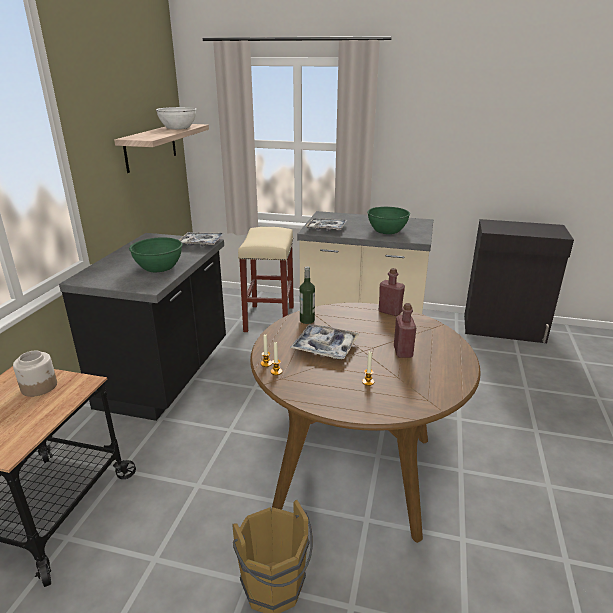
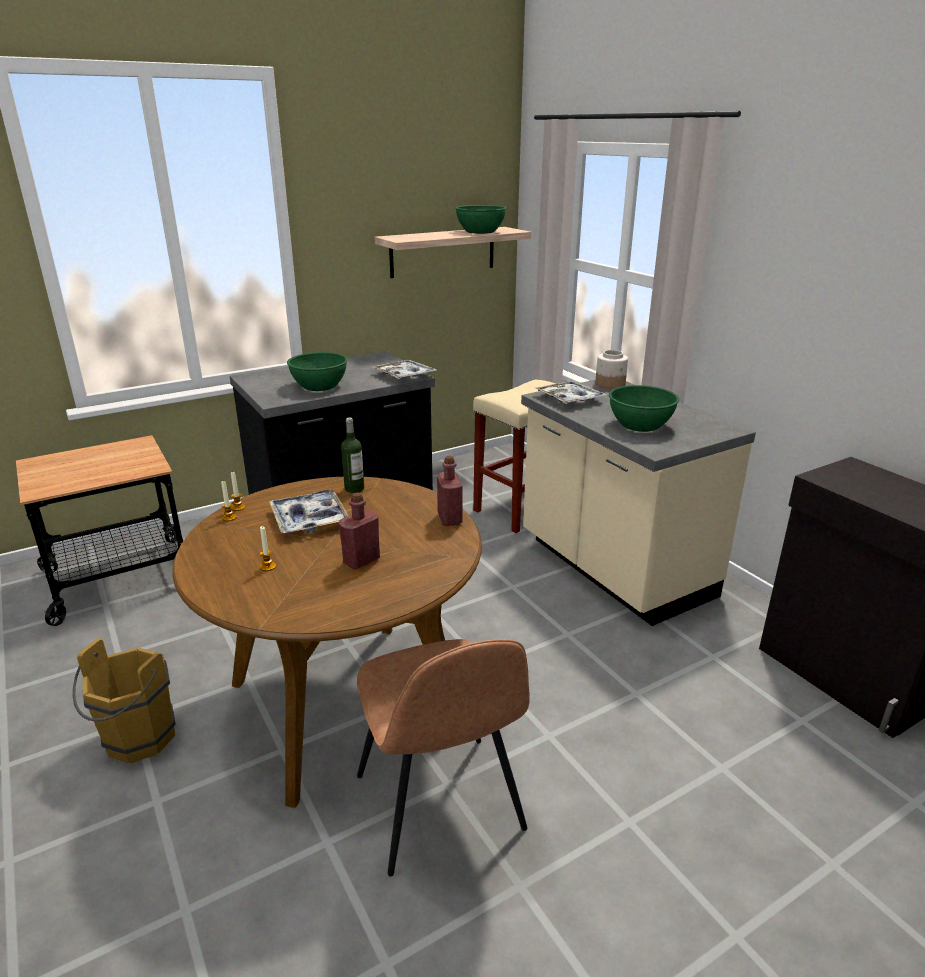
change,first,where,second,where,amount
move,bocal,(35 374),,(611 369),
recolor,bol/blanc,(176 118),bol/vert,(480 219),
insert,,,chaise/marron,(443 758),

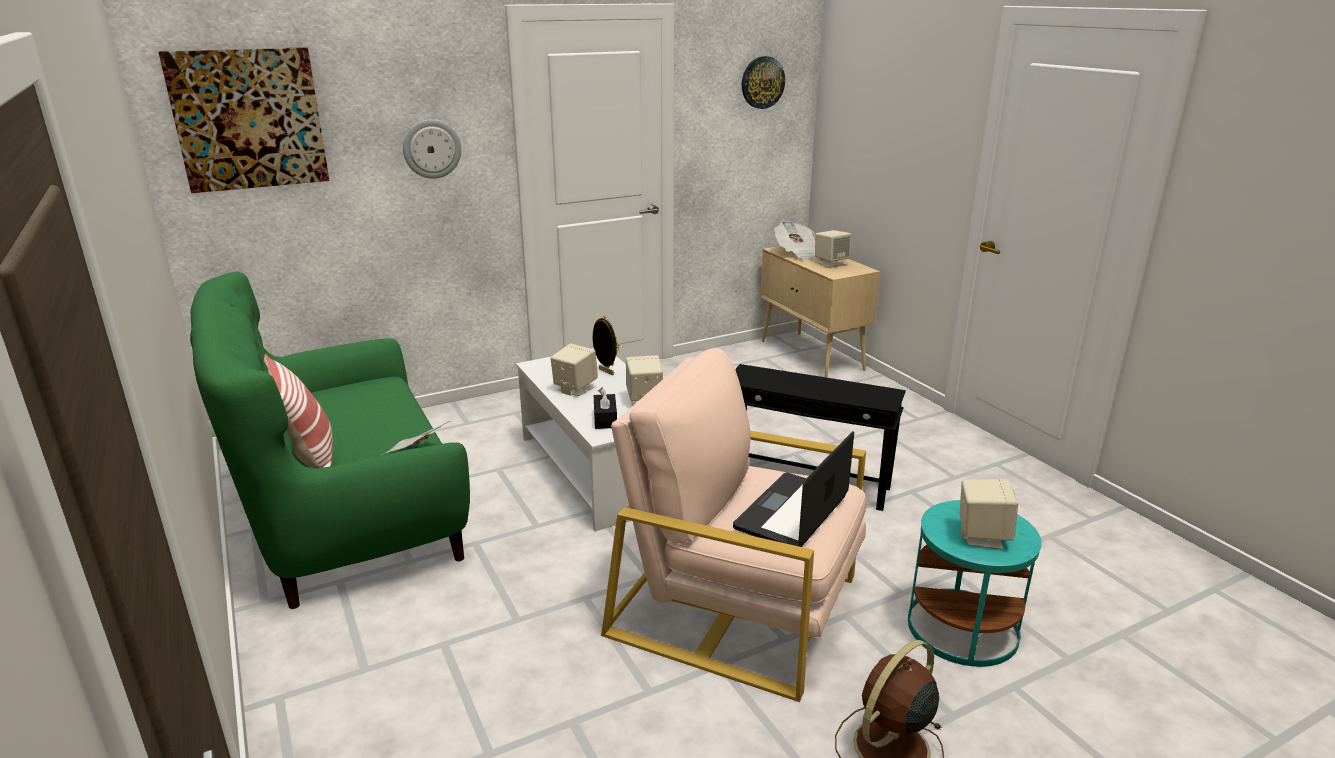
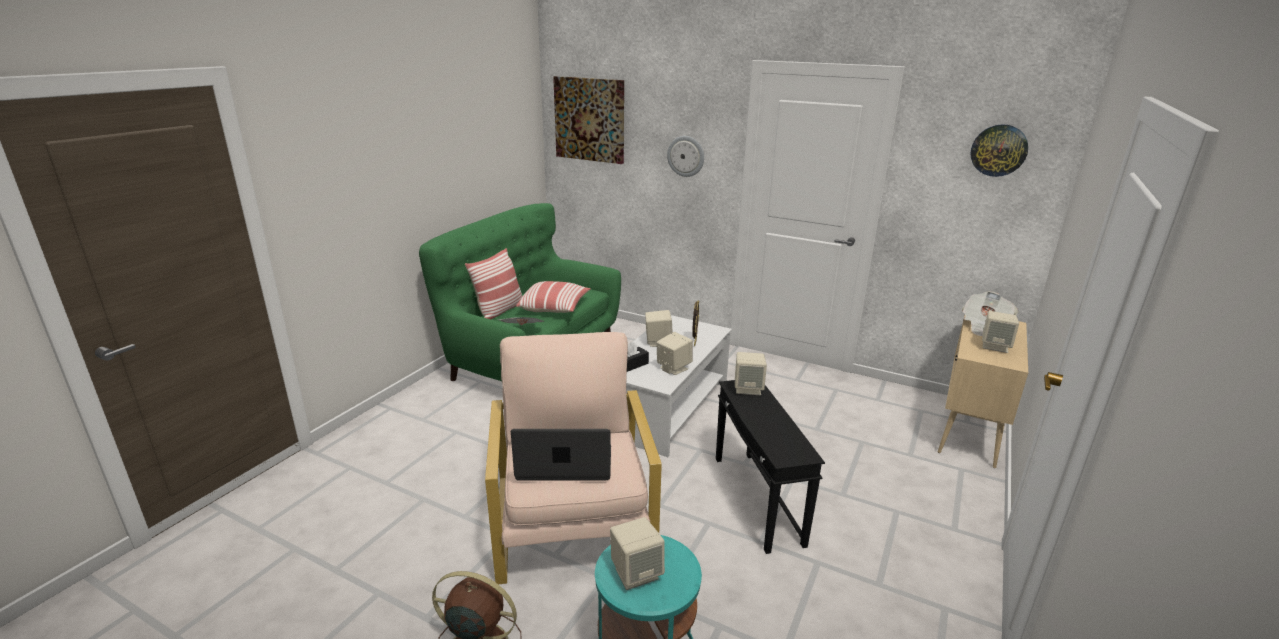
change,first,where,second,where,amount
insert,,,coussin,(553 297),
insert,,,enceinte/beige,(751 373),

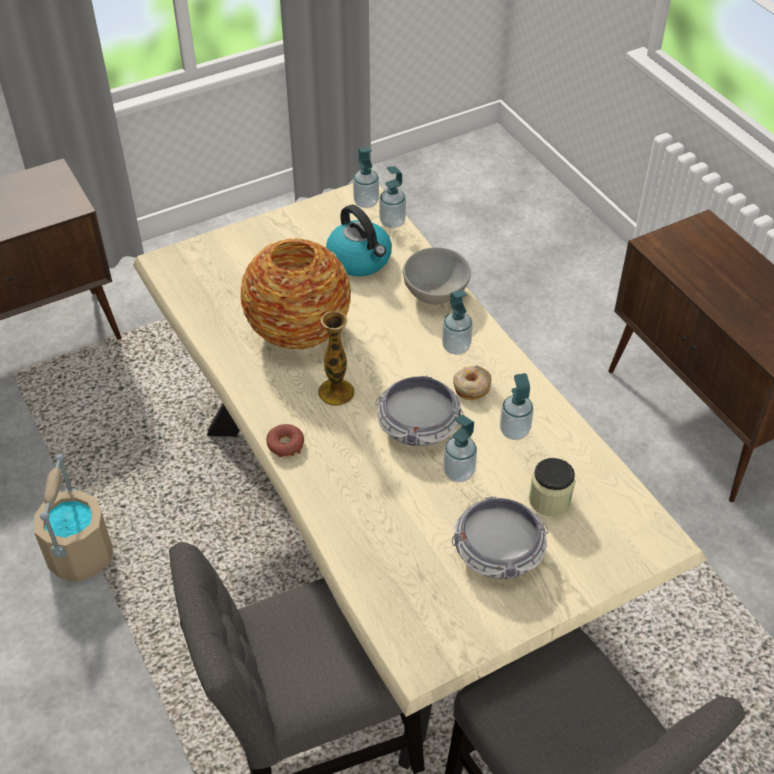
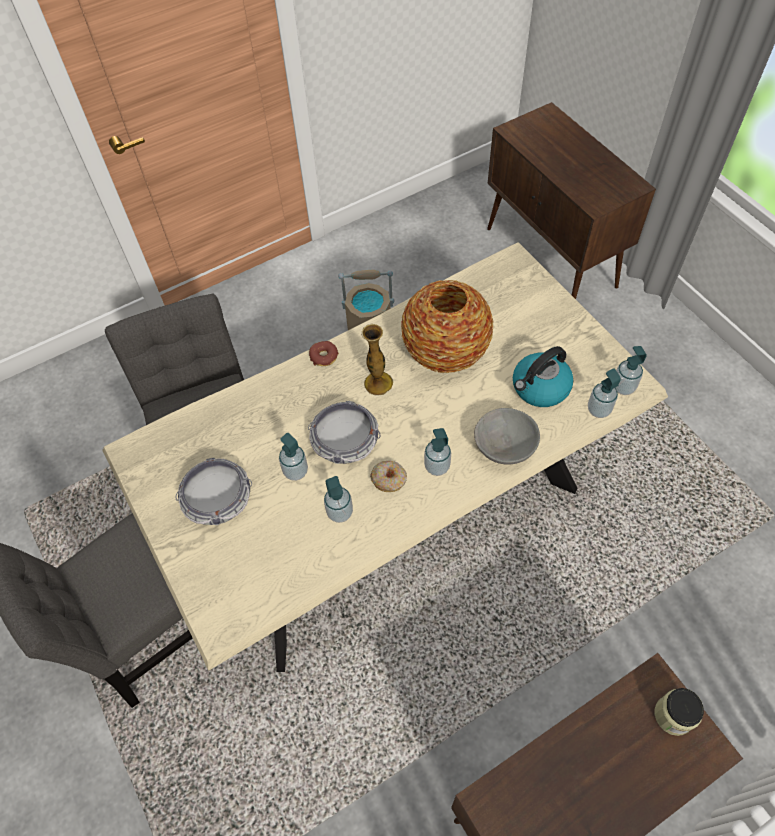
change,first,where,second,where,amount
move,bocal,(552 487),,(679 712),

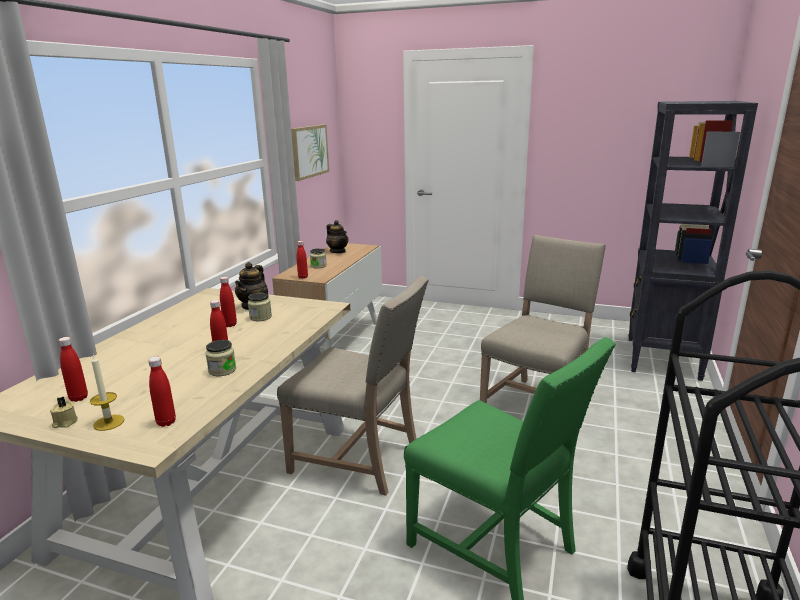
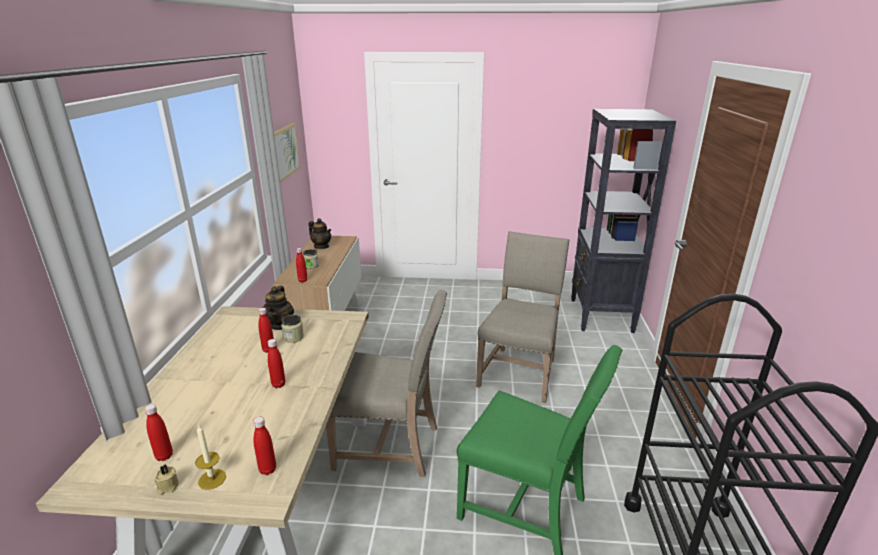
change,first,where,second,where,amount
delete,bocal,(221 358),,,

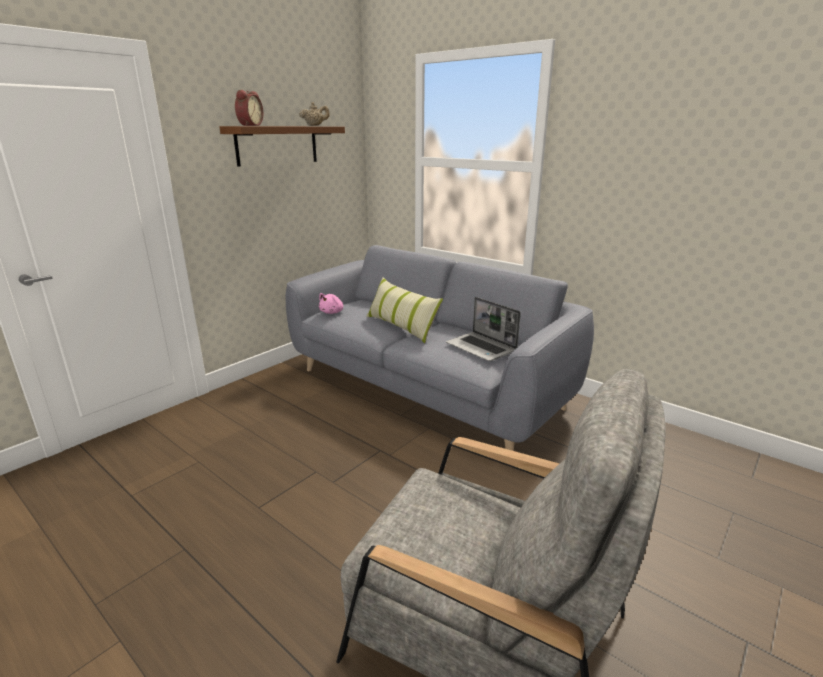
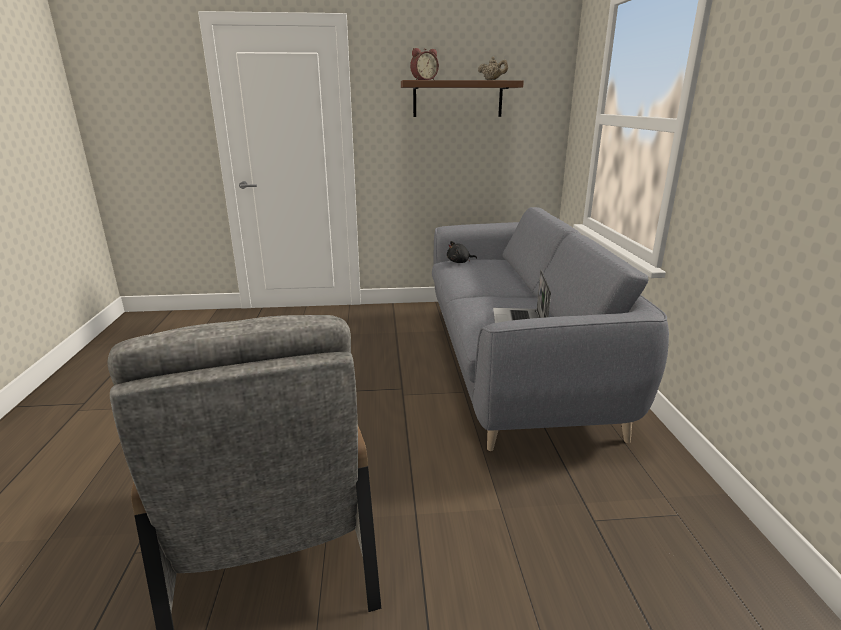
change,first,where,second,where,amount
recolor,peluche/rose,(331 303),peluche/noir,(462 252),
delete,coussin,(404 310),,,

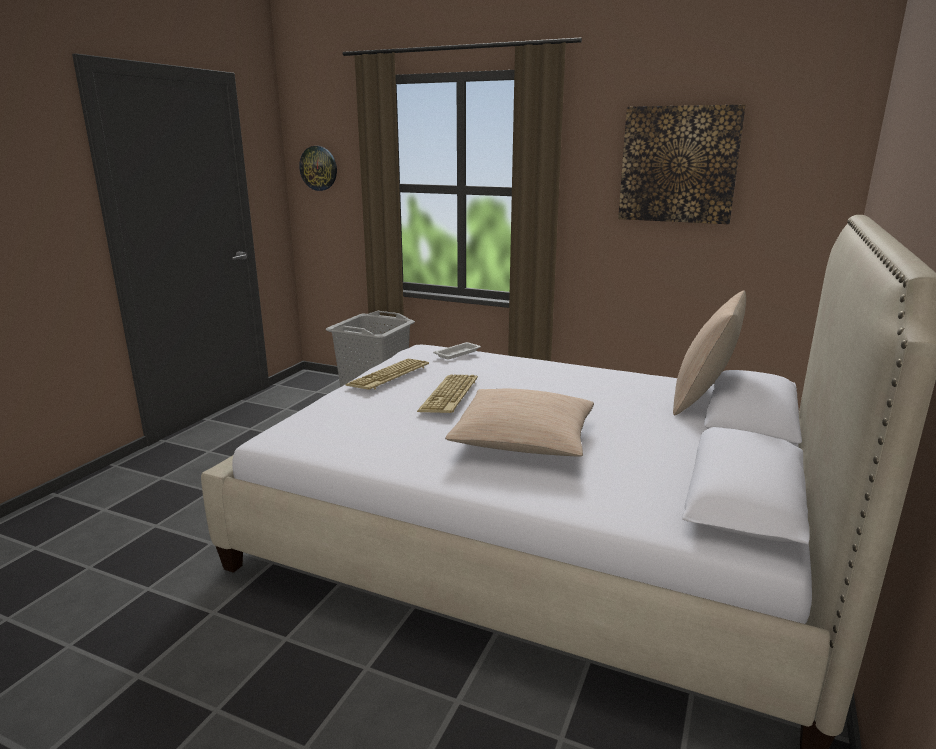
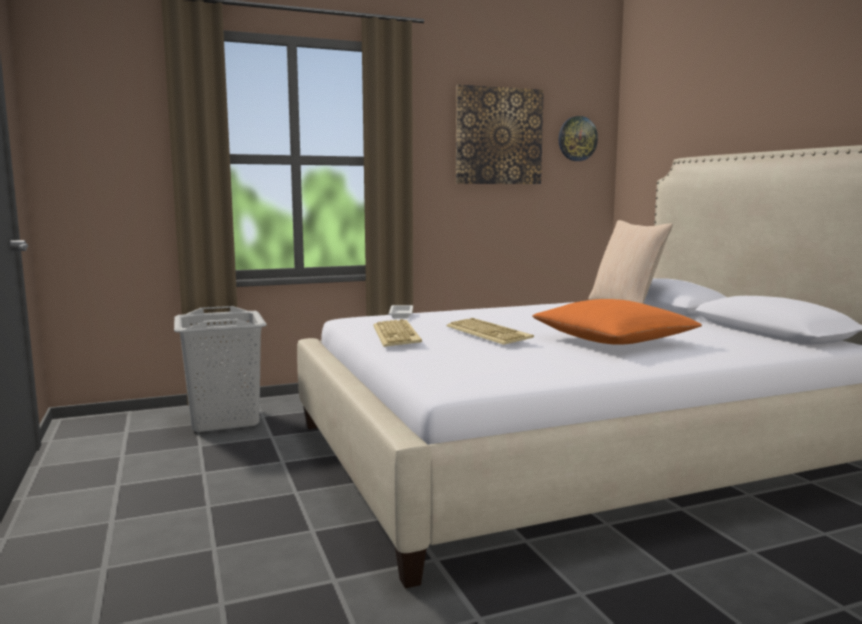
change,first,where,second,where,amount
move,horloge murale,(318 168),,(578 138),
recolor,coussin/beige,(519 423),coussin/orange,(617 322),

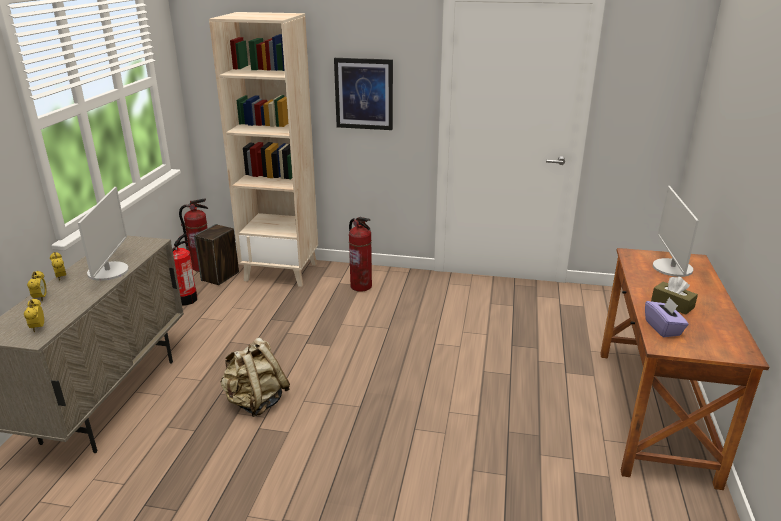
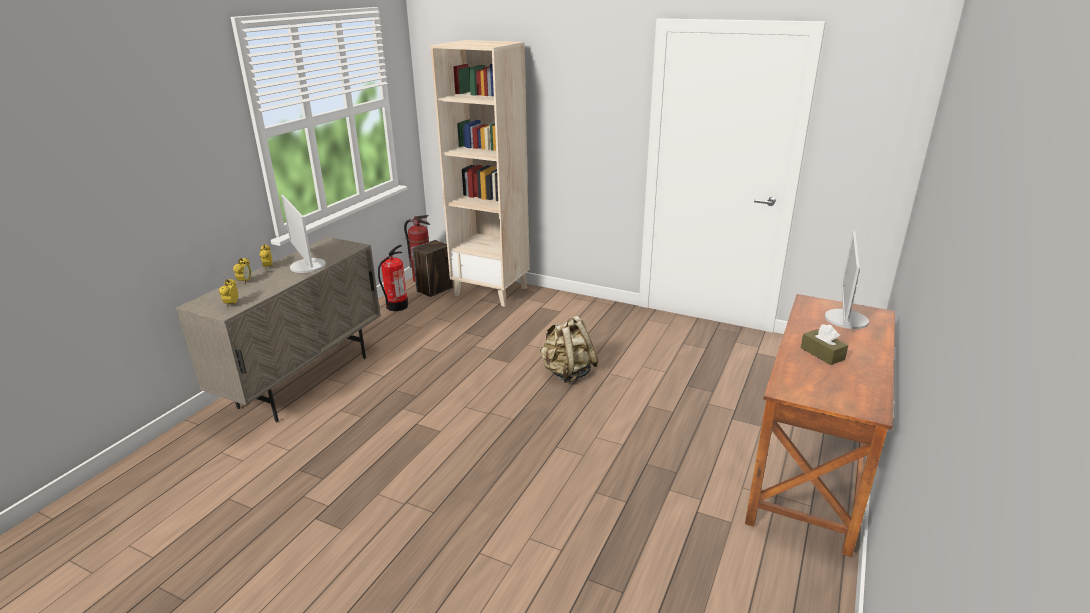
change,first,where,second,where,amount
rotate,écran d'ordinateur,(103 234),,(303 234),135 degrees clockwise
move,sac à dos/beige,(255 377),,(569 349),
delete,tableau,(363 94),,,
delete,extincteur,(360 254),,,
delete,boîte à mouchoirs/violet,(667 317),,,

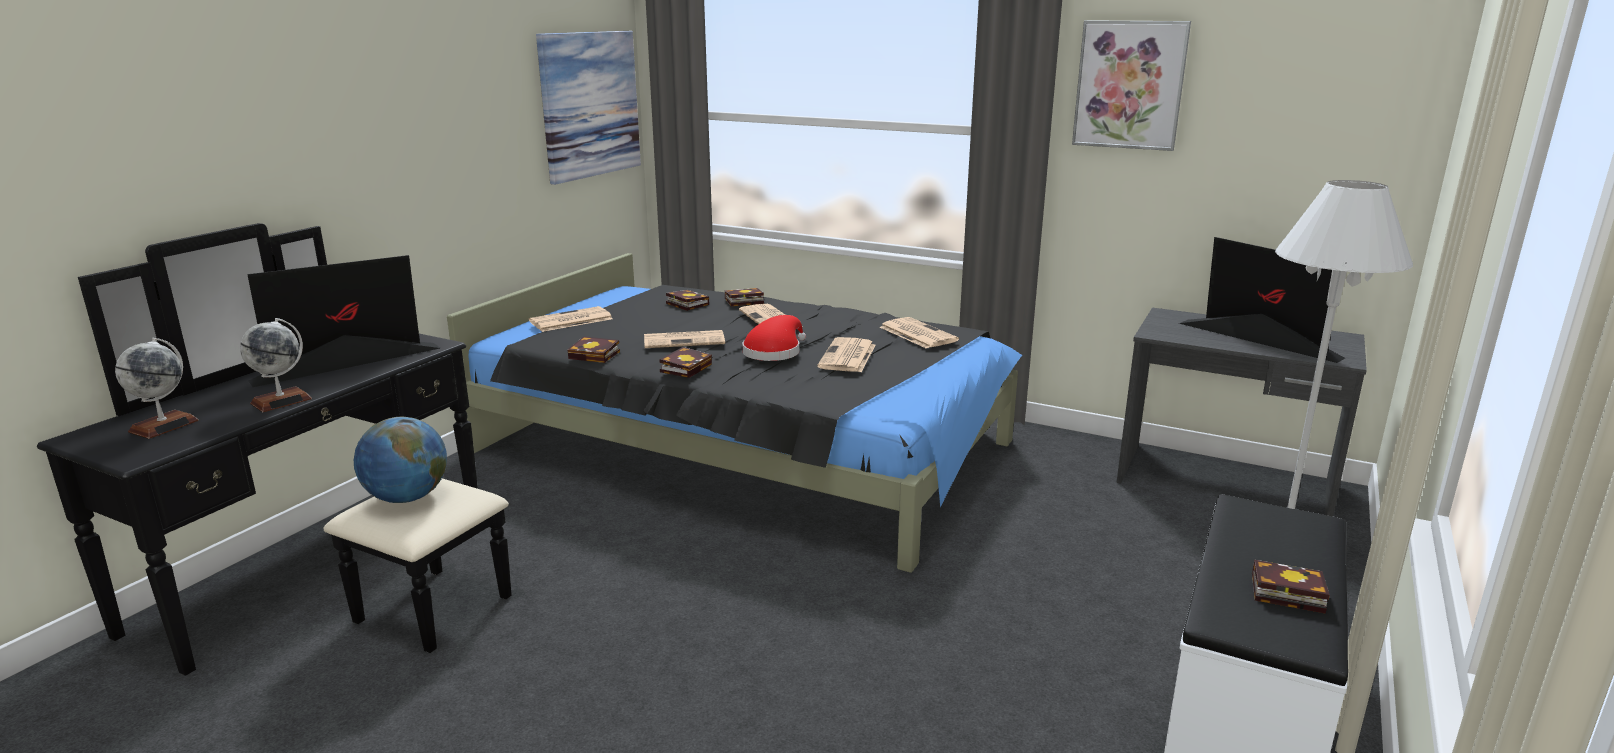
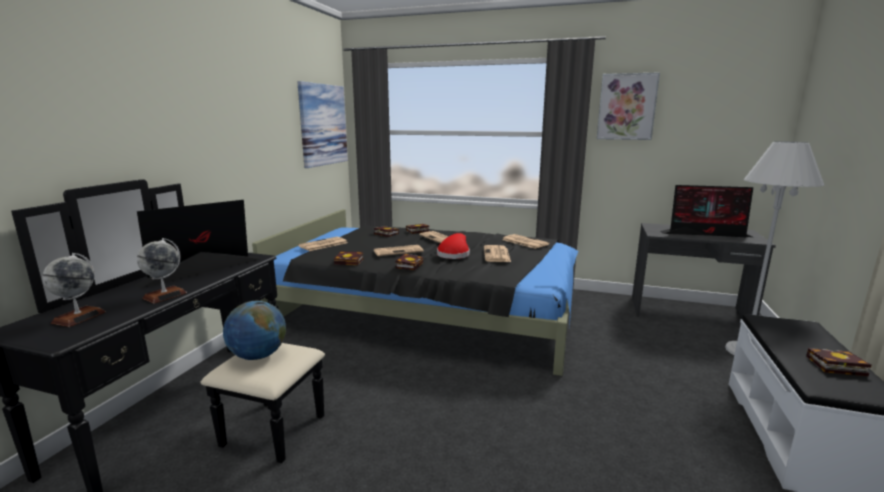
change,first,where,second,where,amount
rotate,écran d'ordinateur,(1262 300),,(706 211),150 degrees clockwise

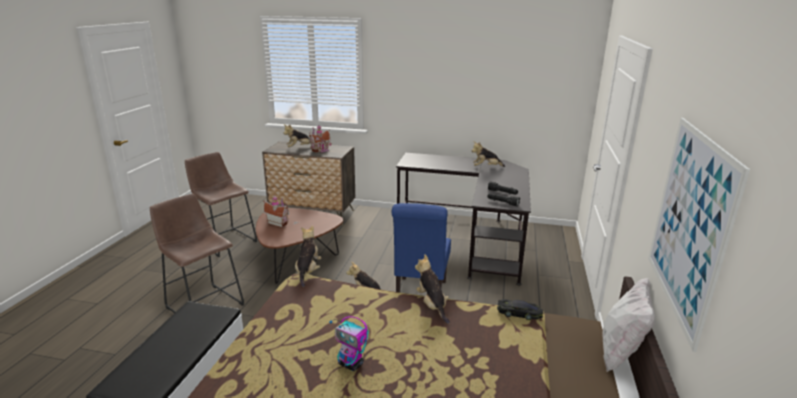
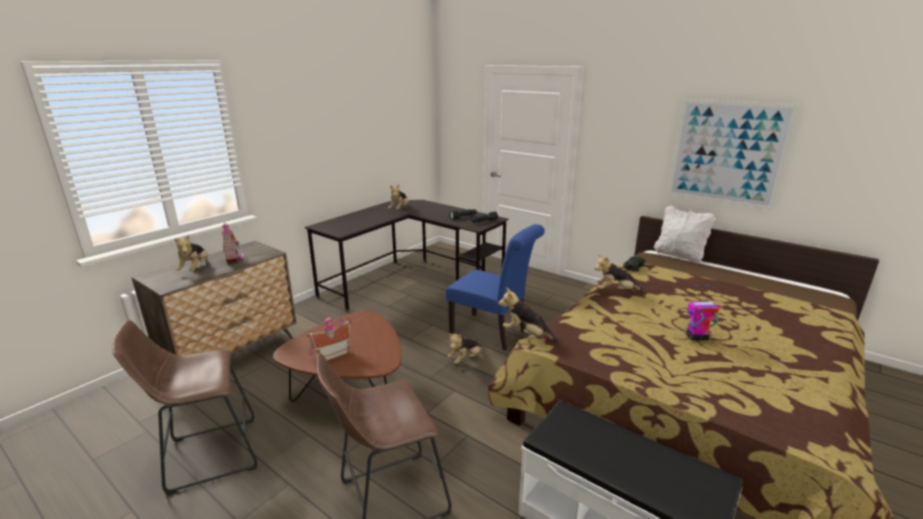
change,first,where,second,where,amount
rotate,robot jouet,(349 343),,(703 312),150 degrees counterclockwise

